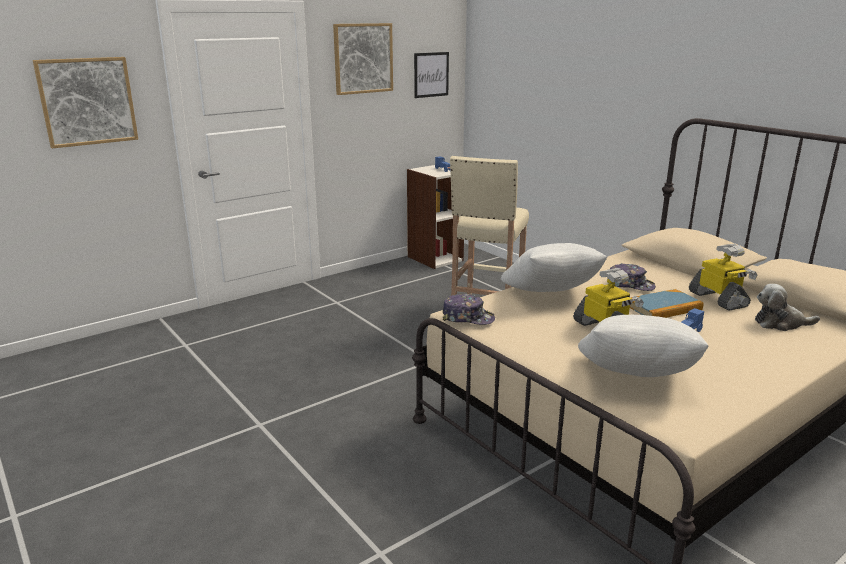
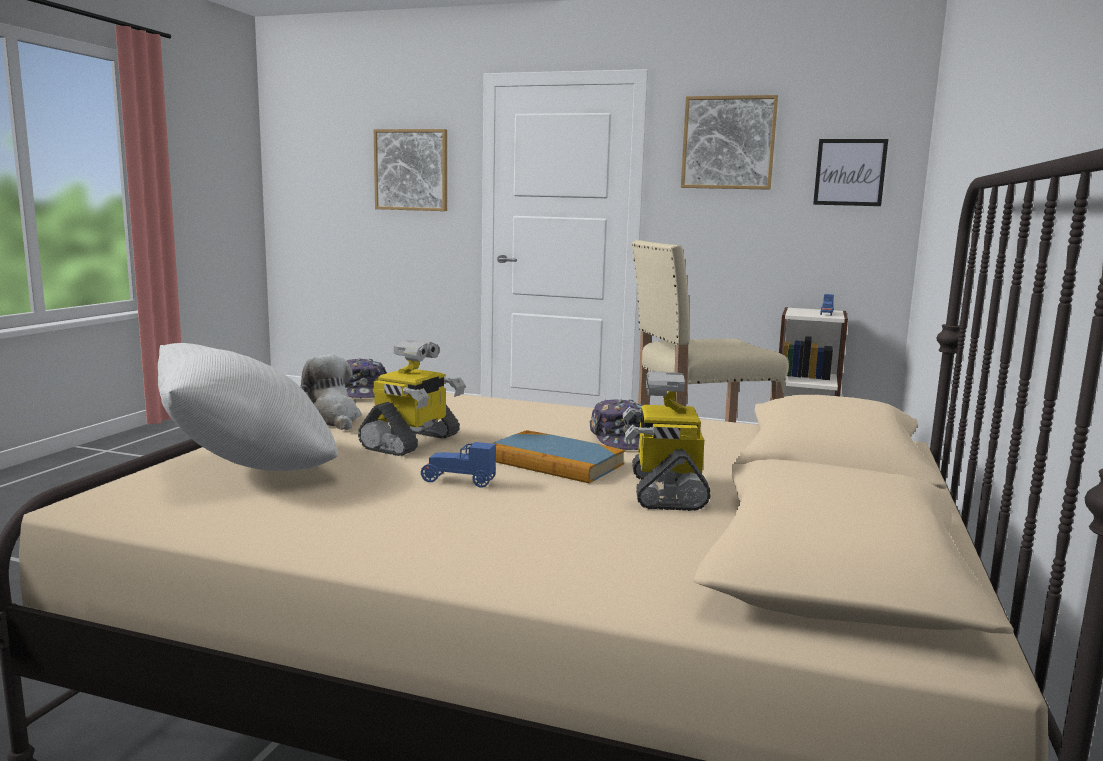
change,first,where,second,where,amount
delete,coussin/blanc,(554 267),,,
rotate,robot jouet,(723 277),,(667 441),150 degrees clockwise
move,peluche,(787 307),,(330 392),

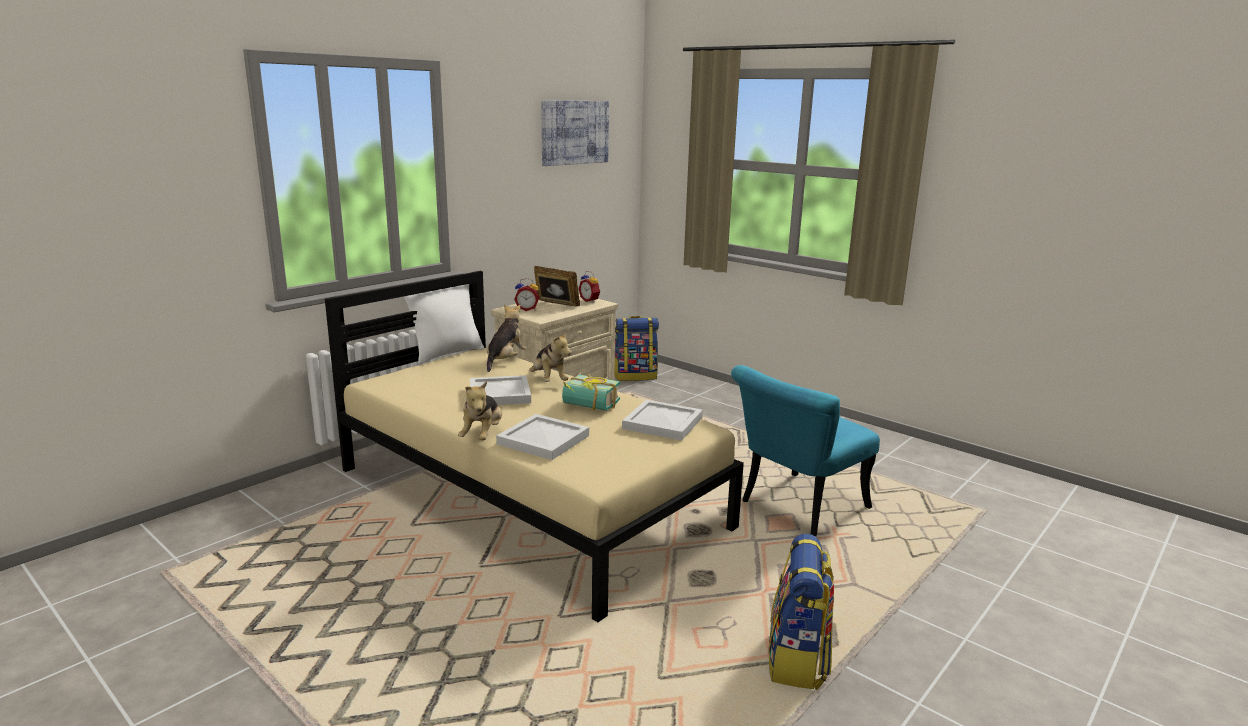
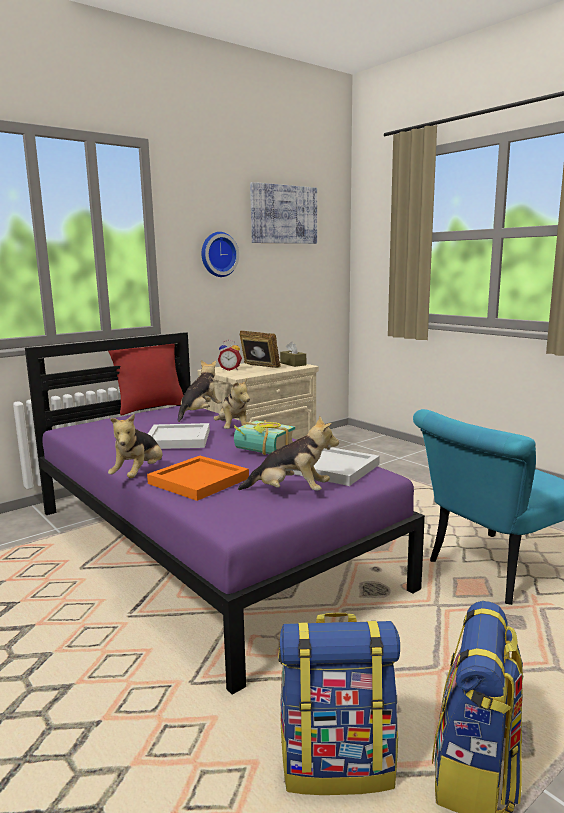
change,first,where,second,where,amount
recolor,lit/beige,(534 446),lit/violet,(225 513),
recolor,coussin/blanc,(444 324),coussin/rouge,(146 380),
recolor,plateau/blanc,(542 437),plateau/orange,(198 478),
replace,réveil,(589 287),boîte à mouchoirs/marron,(293 354),
move,sac à dos,(636 348),,(339 704),
insert,,,horloge murale,(220 254),
insert,,,peluche,(288 453),

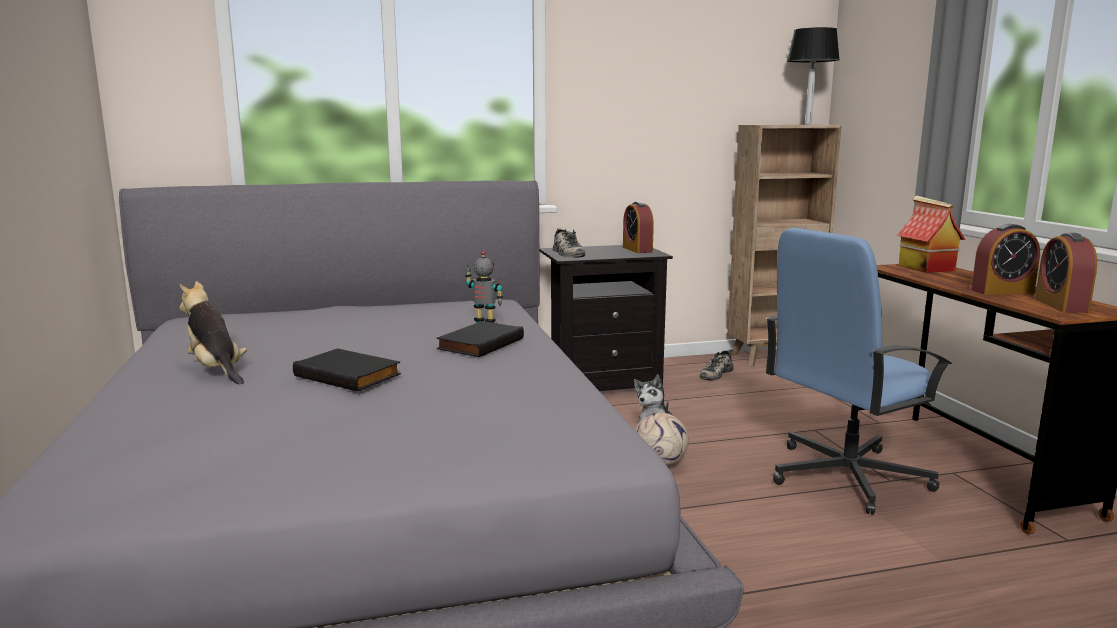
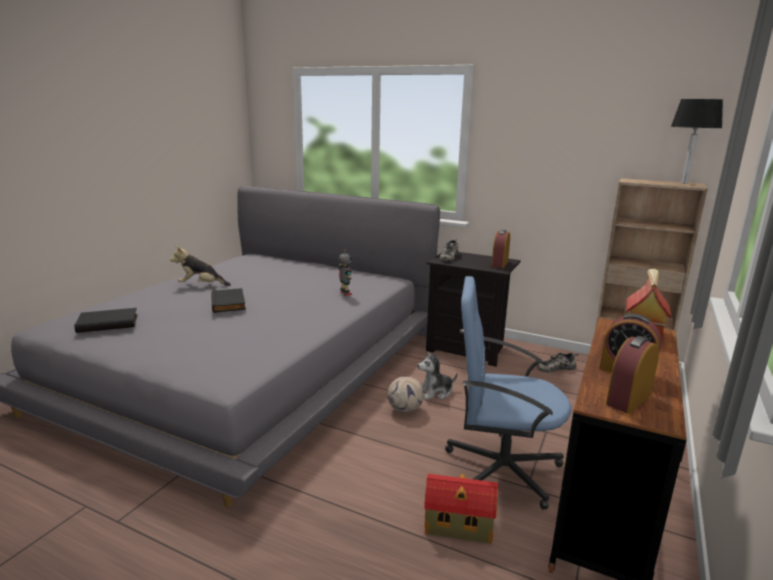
change,first,where,second,where,amount
rotate,peluche,(213 332),,(200 266),90 degrees counterclockwise
move,livre/noir,(480 339),,(106 320),
insert,,,maison miniature,(461 508),

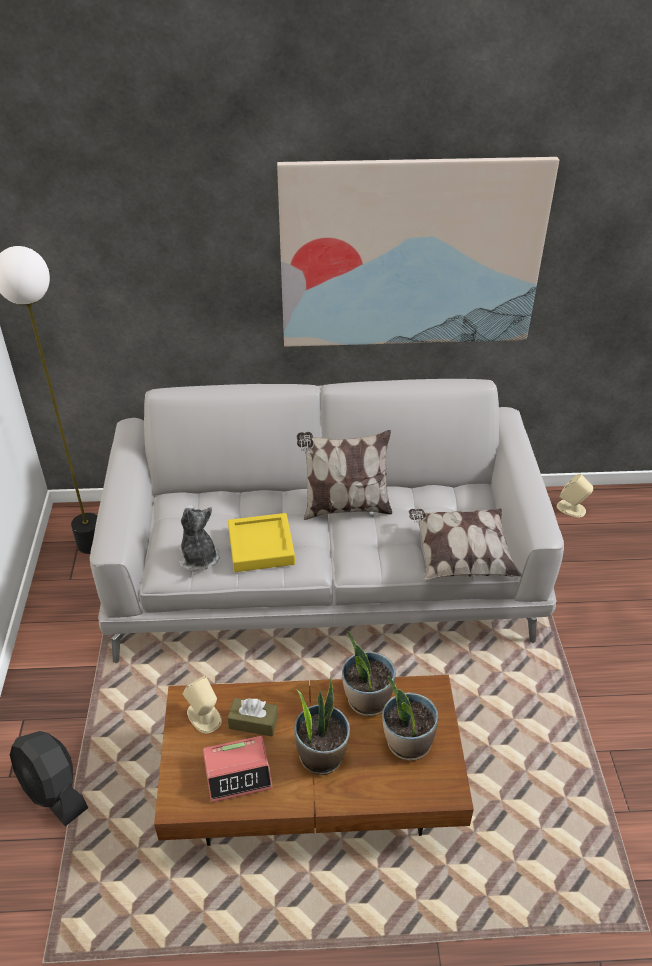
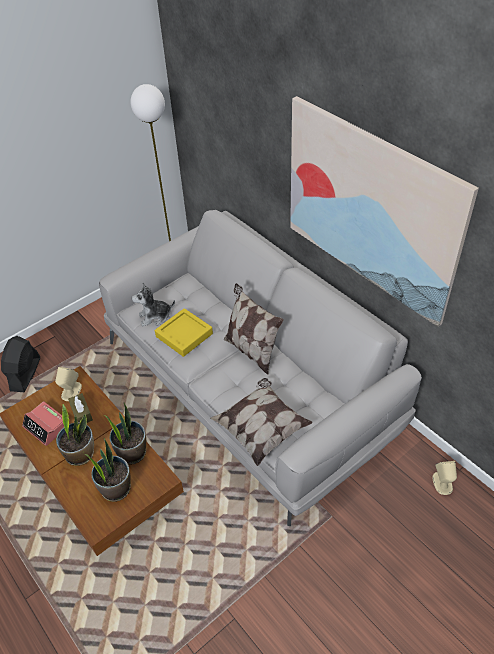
change,first,where,second,where,amount
rotate,peluche,(199 538),,(153 304),135 degrees counterclockwise

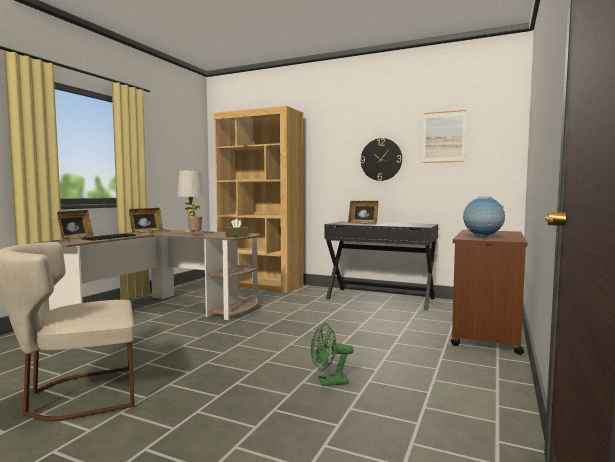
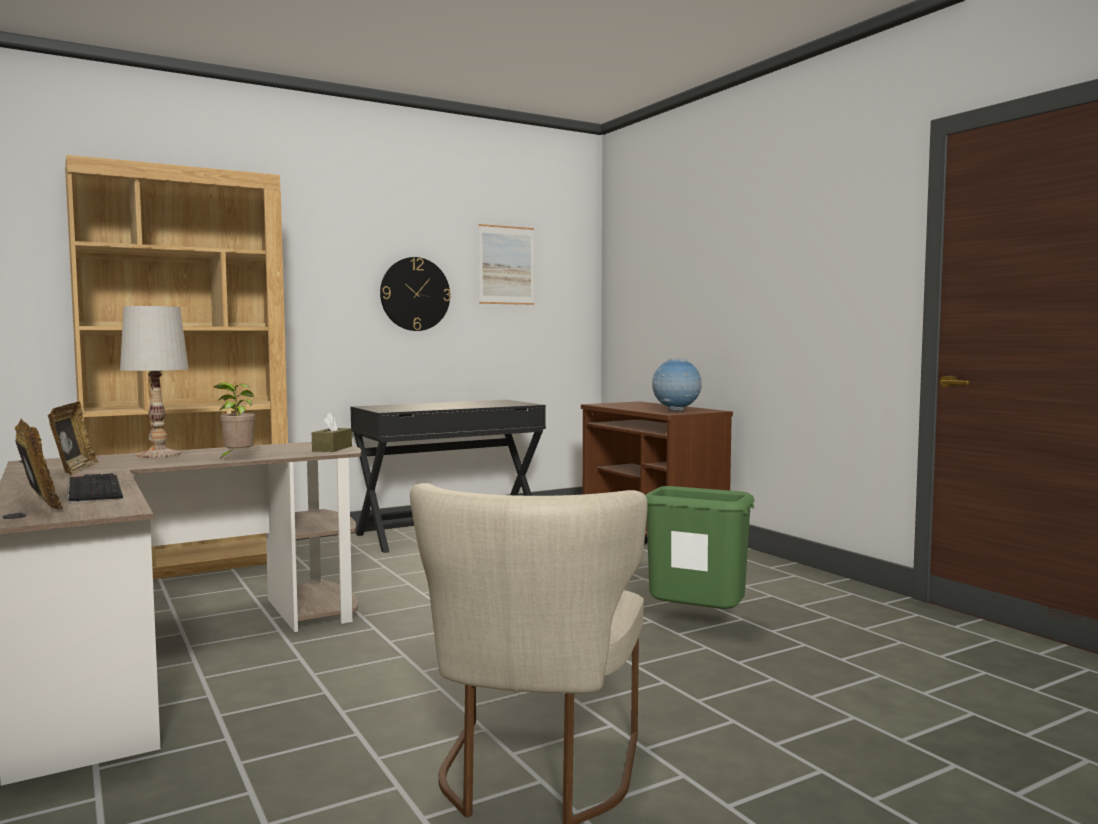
change,first,where,second,where,amount
replace,ventilateur/vert,(332 354),poubelle/vert,(699 547),
delete,cadre photo,(363 213),,,

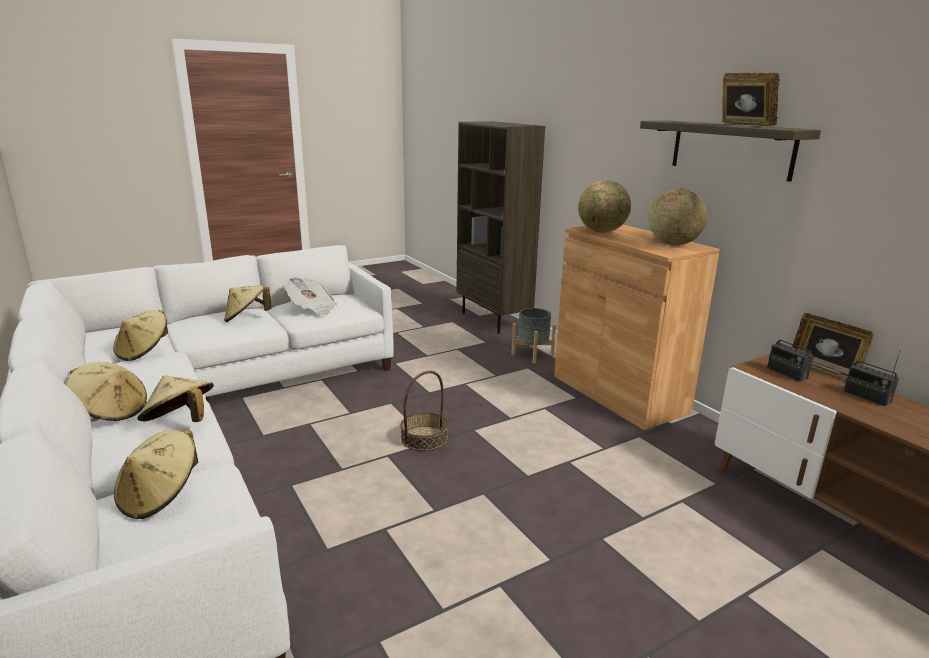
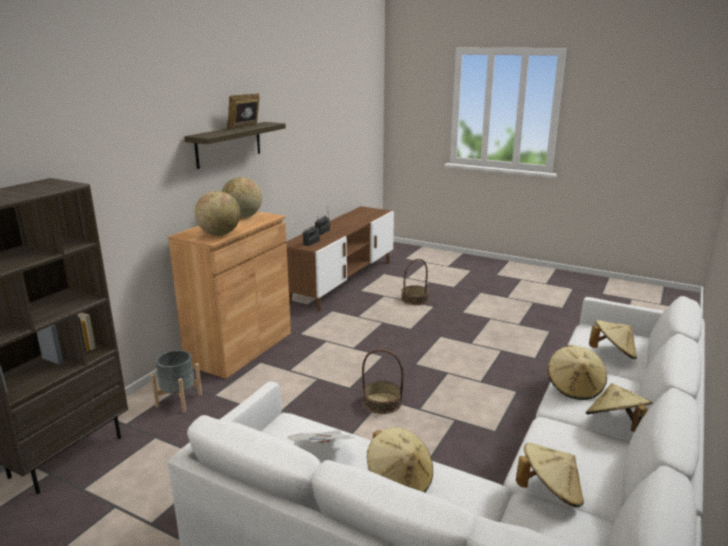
change,first,where,second,where,amount
delete,cadre photo,(832 346),,,
insert,,,panier,(415 282),

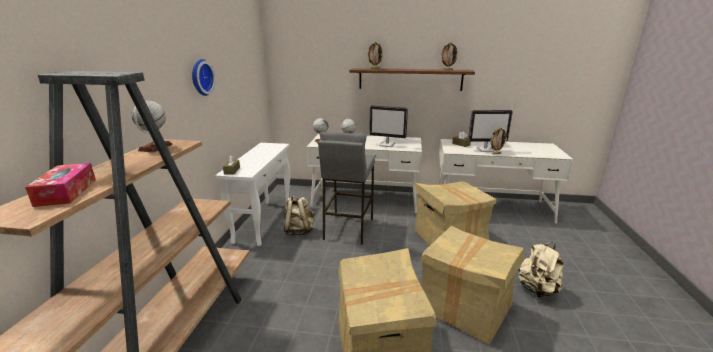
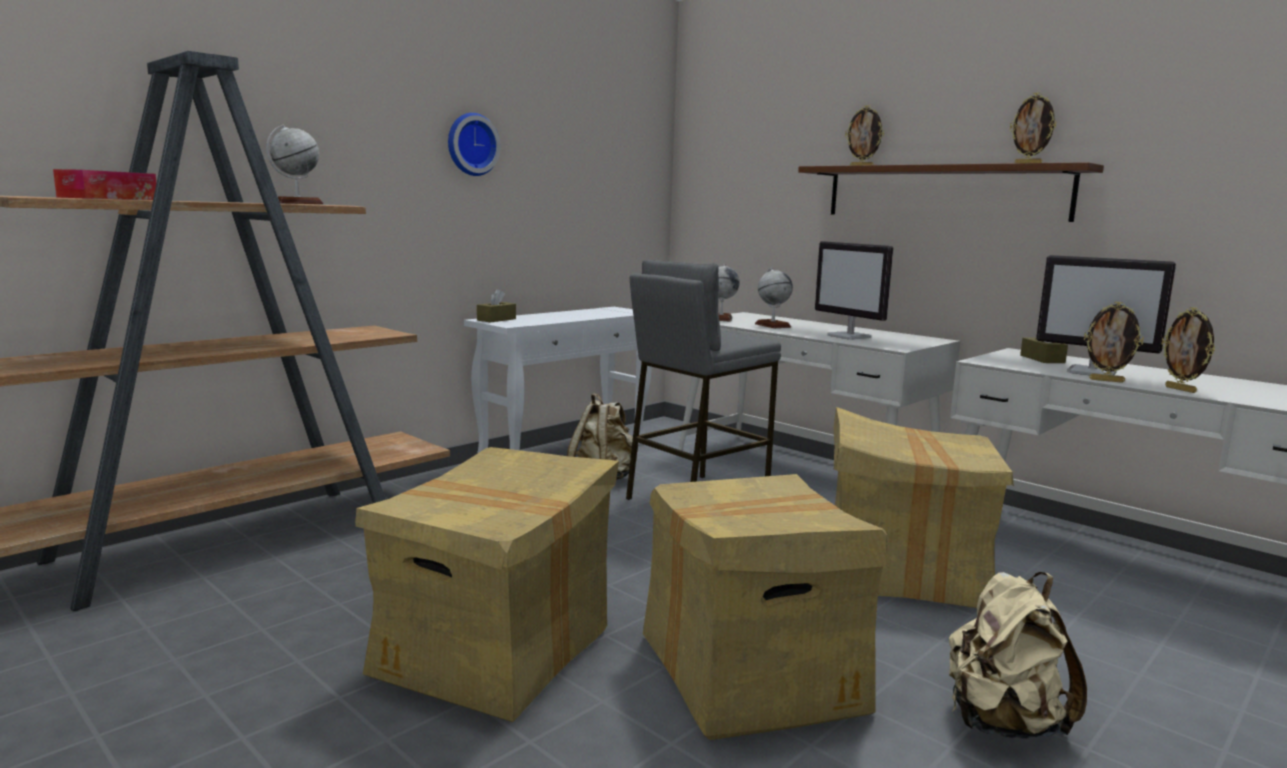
change,first,where,second,where,amount
insert,,,cadre photo,(1188 350),

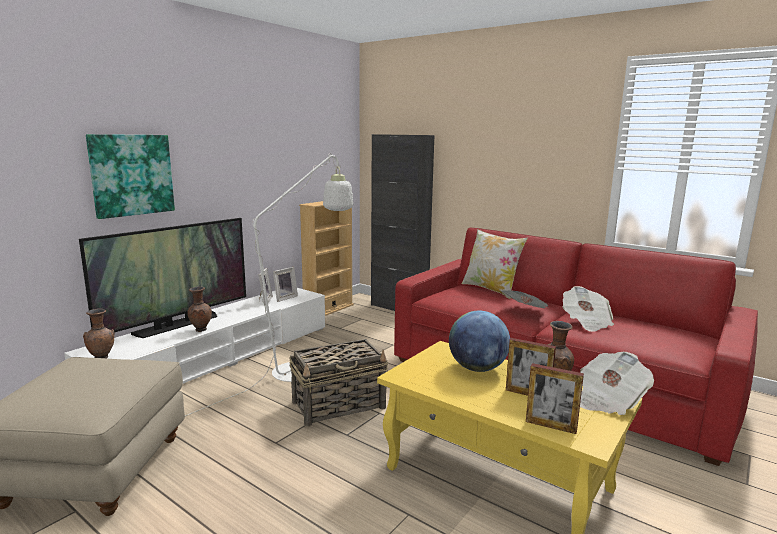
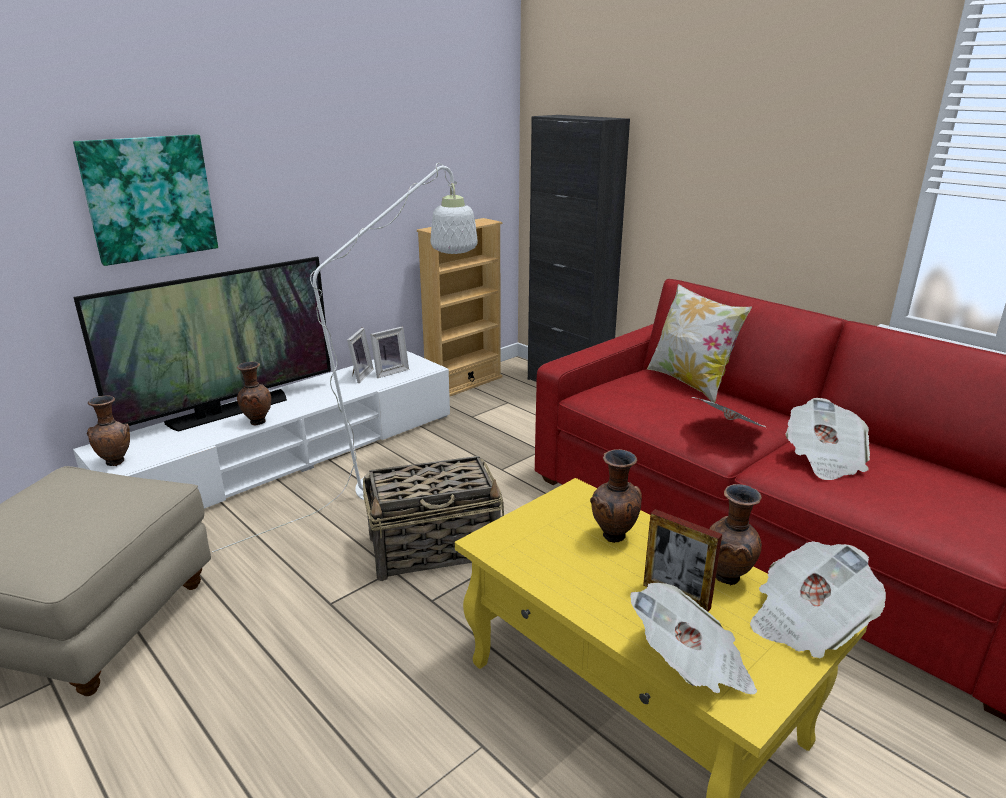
change,first,where,second,where,amount
replace,globe,(479 341),vase/marron,(616 496),
replace,cadre photo,(555 398),journal,(694 639),

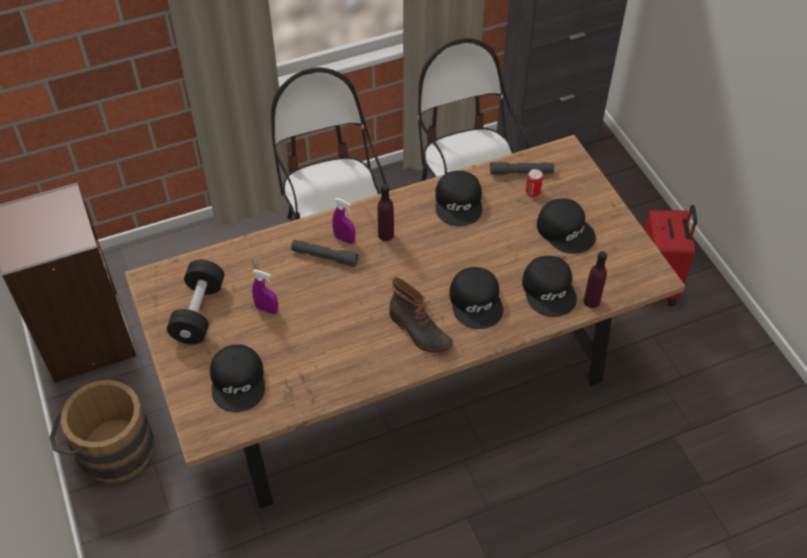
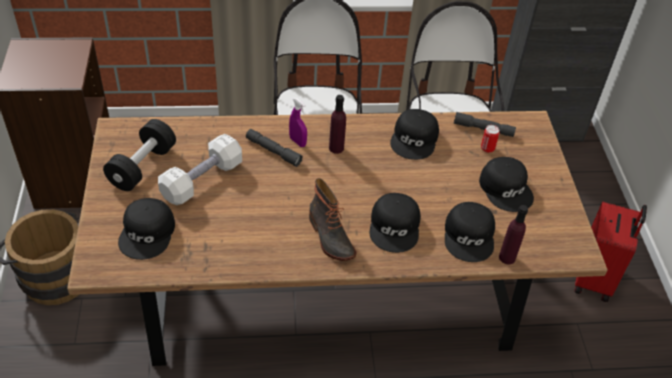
change,first,where,second,where,amount
replace,vaporisateur/violet,(265 292),haltère/blanc,(200 169),

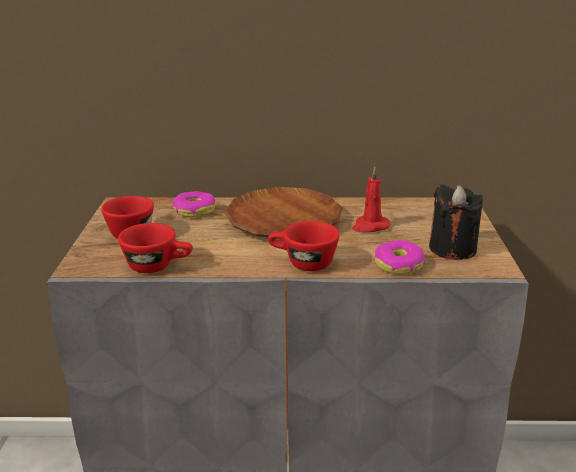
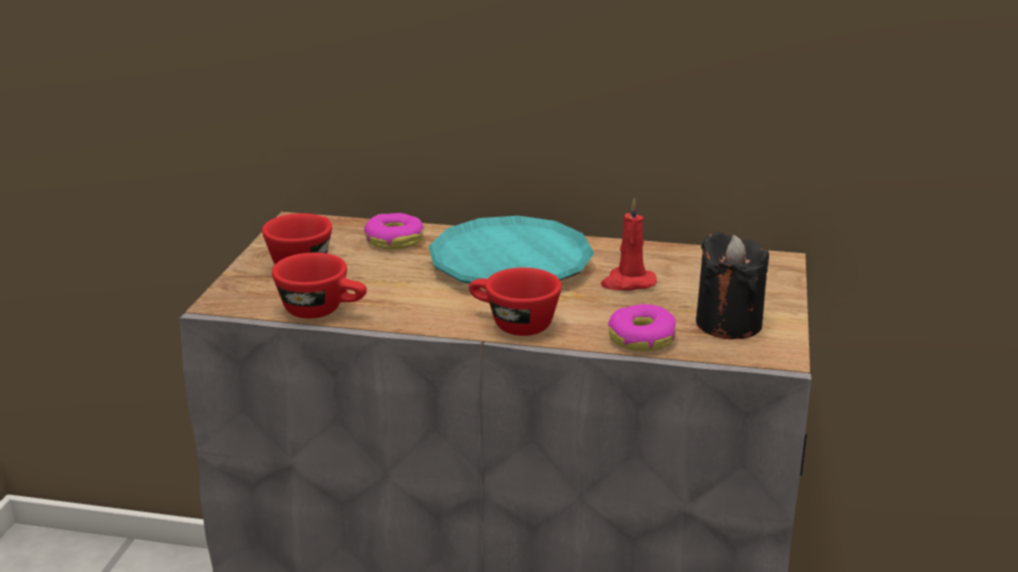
change,first,where,second,where,amount
recolor,assiette/marron,(283 212),assiette/turquoise,(511 250),

